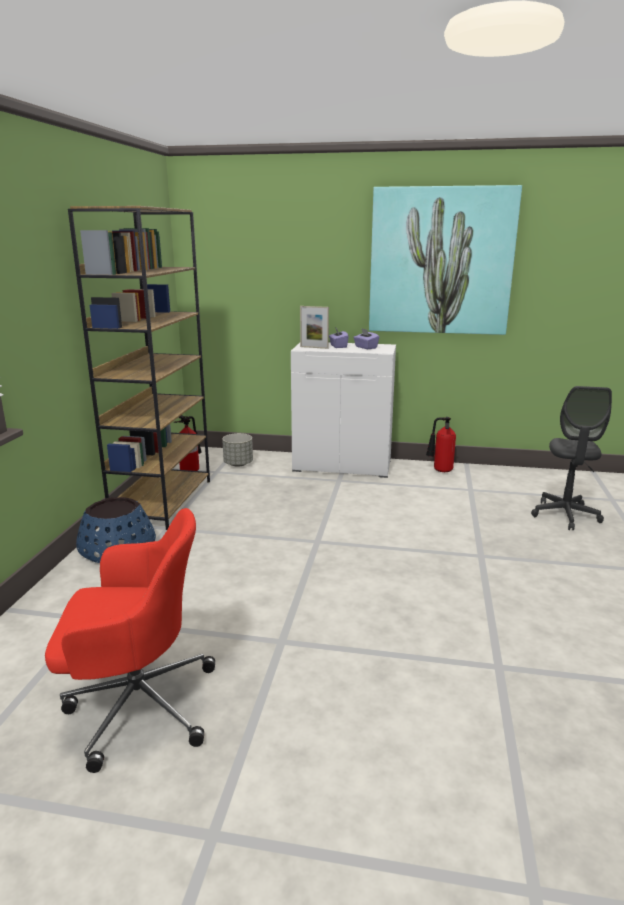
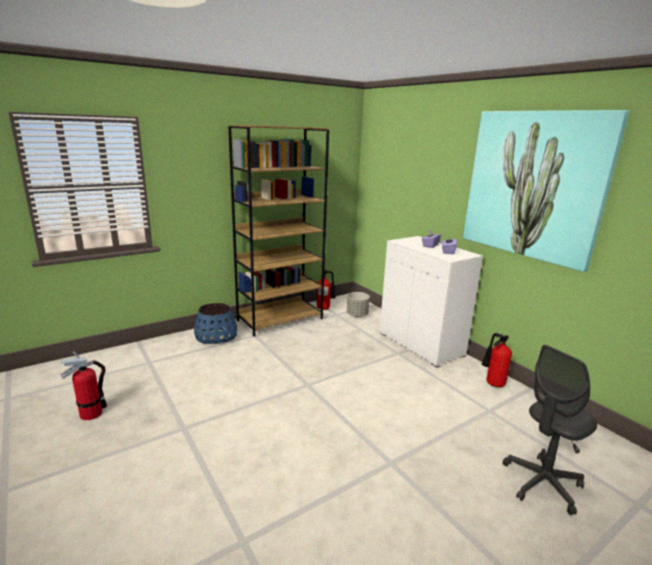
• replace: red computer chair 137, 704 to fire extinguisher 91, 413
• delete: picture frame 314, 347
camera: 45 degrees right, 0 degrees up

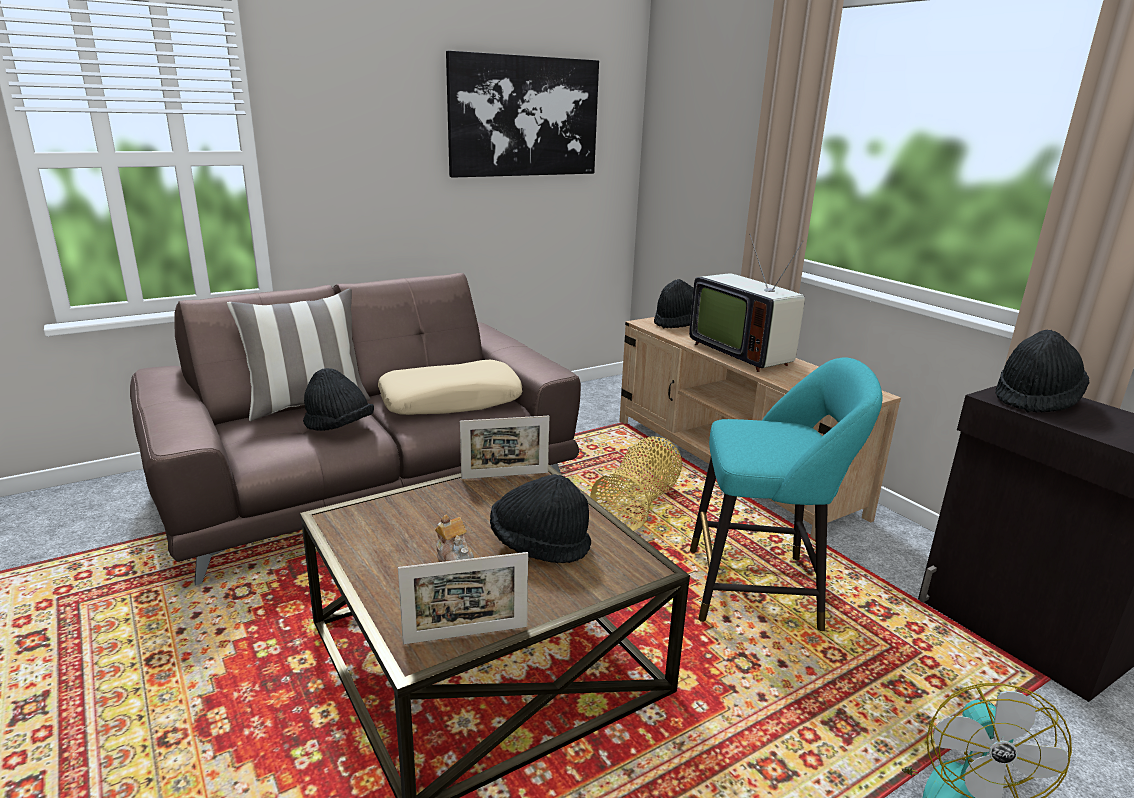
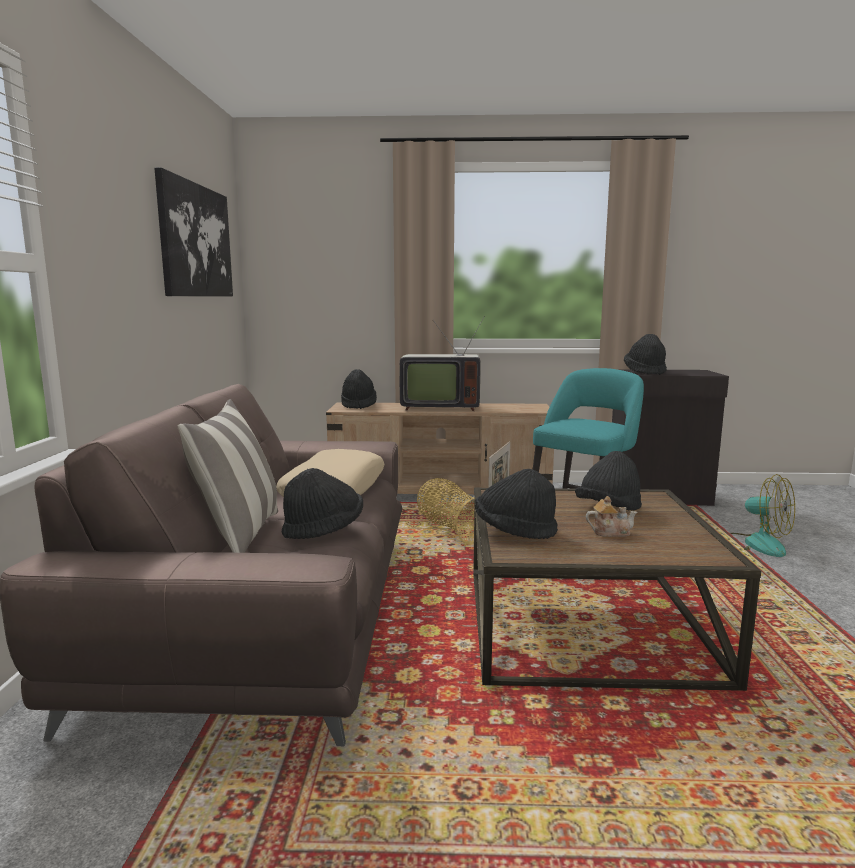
• delete: picture frame 466, 635
• insert: blackish wearable hat 515, 531
camera: 55 degrees left, 10 degrees down

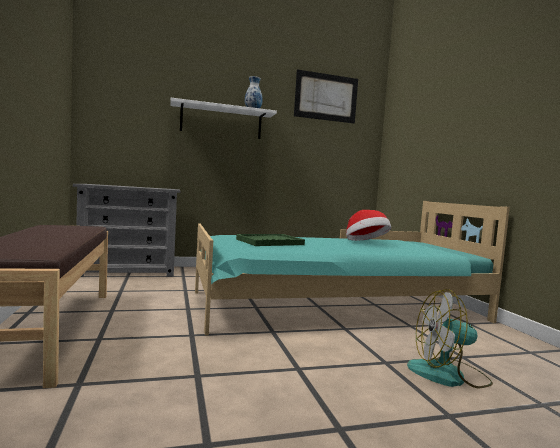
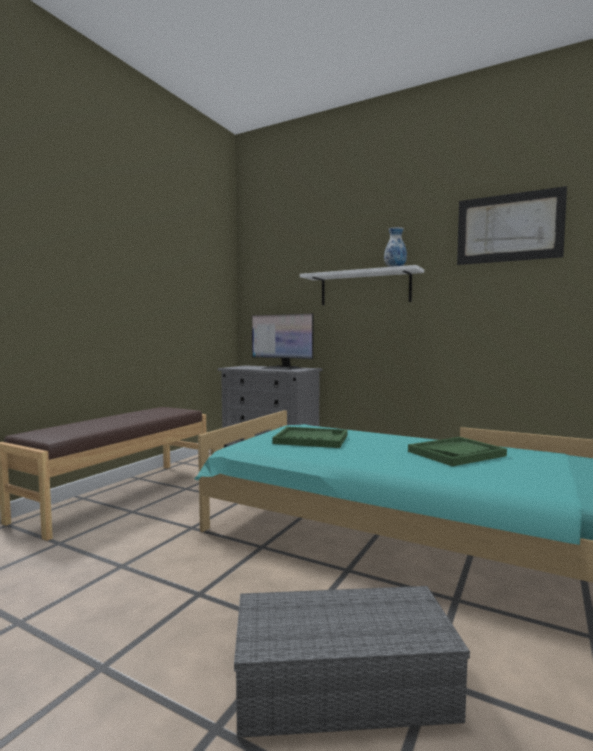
• replace: wearable hat 366, 243 to green-coloured serving tray 456, 453
• replace: cooling fan 448, 375 to greyish storage bin 340, 687
• insert: computer display 282, 368
camera: 45 degrees right, 0 degrees up

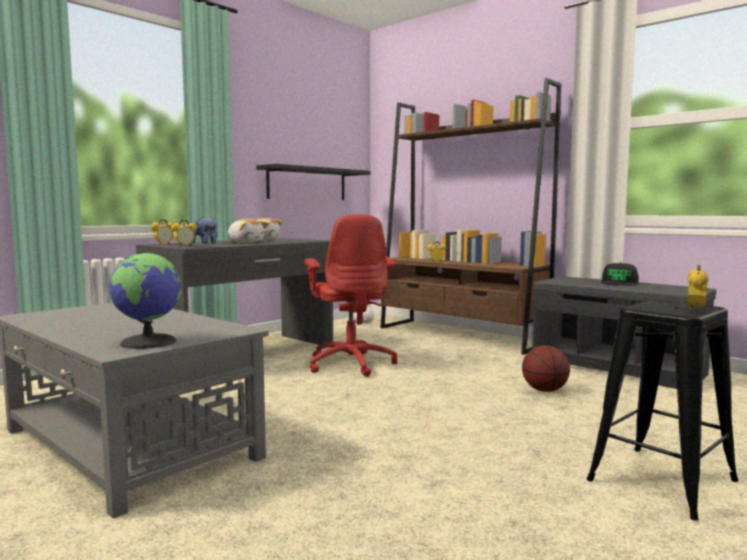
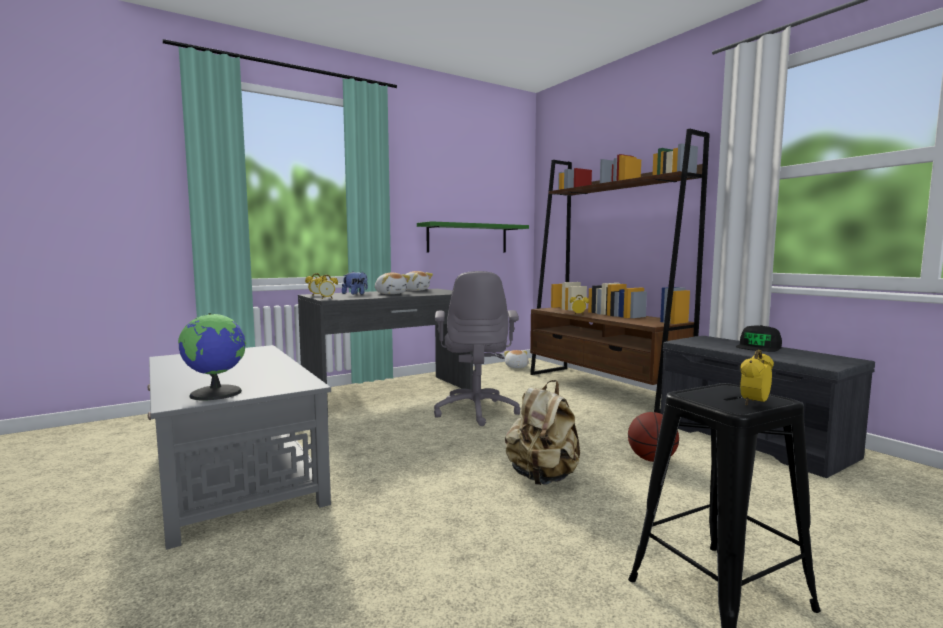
• recolor: blackish shelf 307, 184 to green-coloured shelf 467, 238
• recolor: red computer chair 351, 364 to greyish computer chair 476, 411
• insert: sand-coloured rucksack 542, 478
camera: 15 degrees right, 0 degrees up

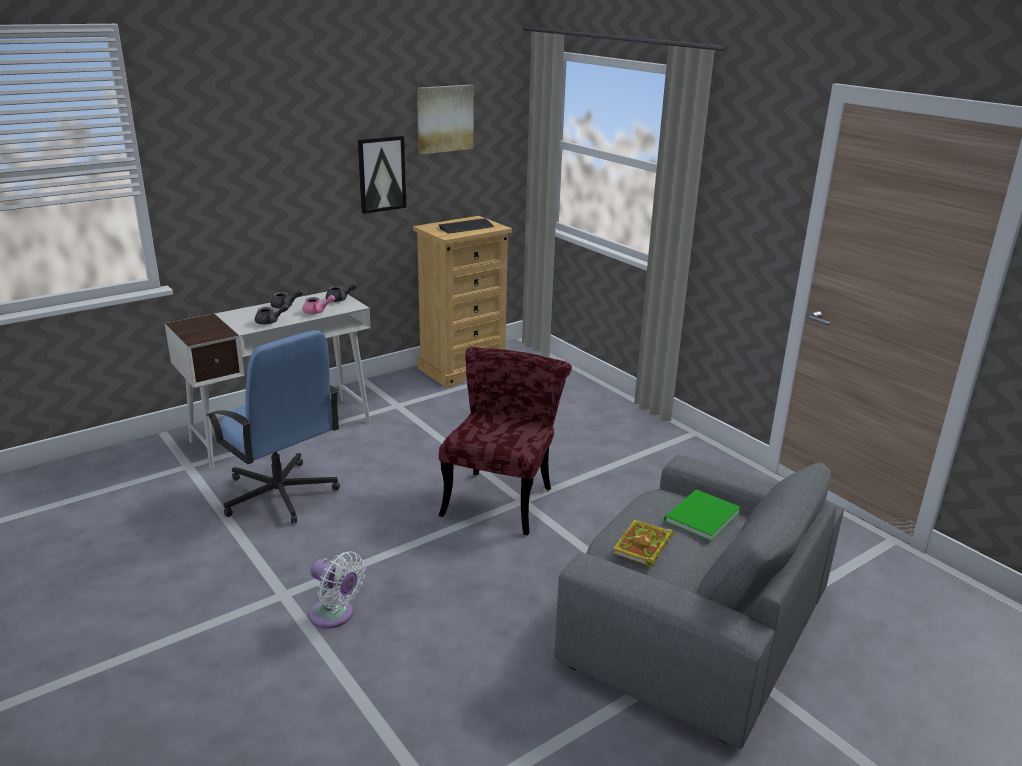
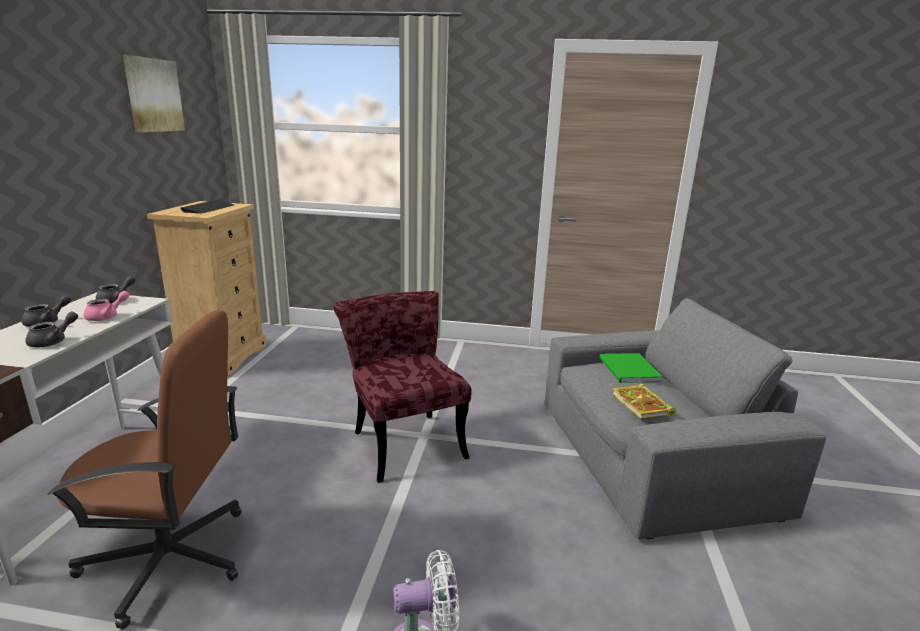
• recolor: blue-coloured computer chair 280, 495 to brownish computer chair 170, 559
• delete: picture 381, 174
camera: 45 degrees left, 5 degrees down

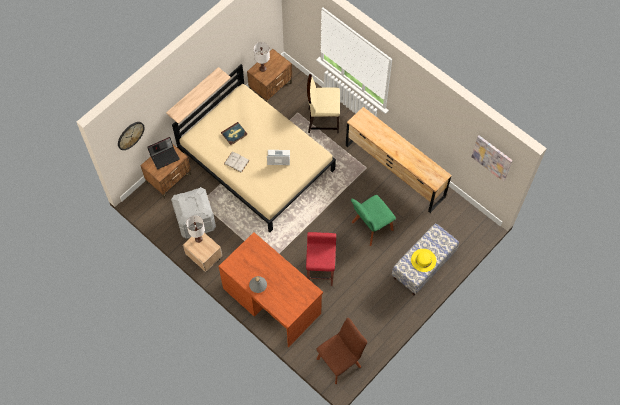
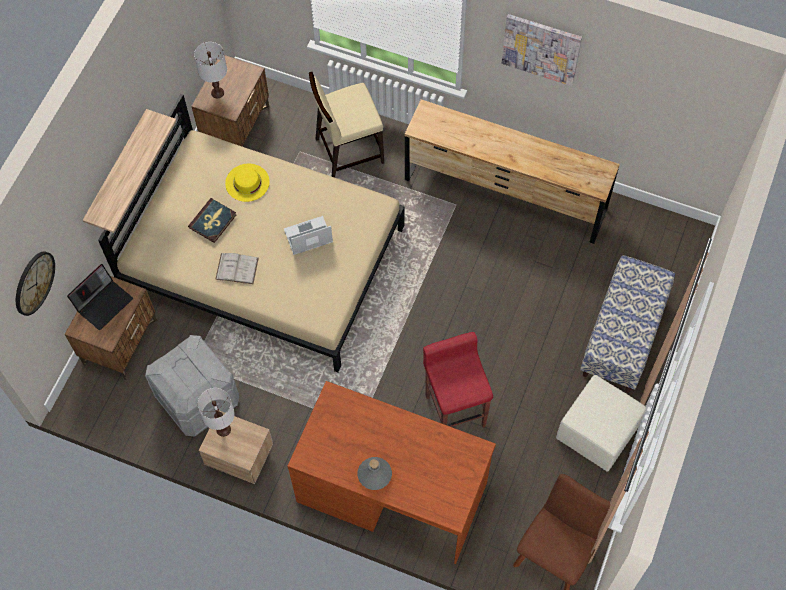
• delete: green-coloured upright chair 370, 227
• move: yellowish wearable hat 423, 260 to 247, 182
• move: picture 492, 157 to 541, 48
• insert: sand-coloured ottoman 597, 433
camera: 20 degrees left, 0 degrees up

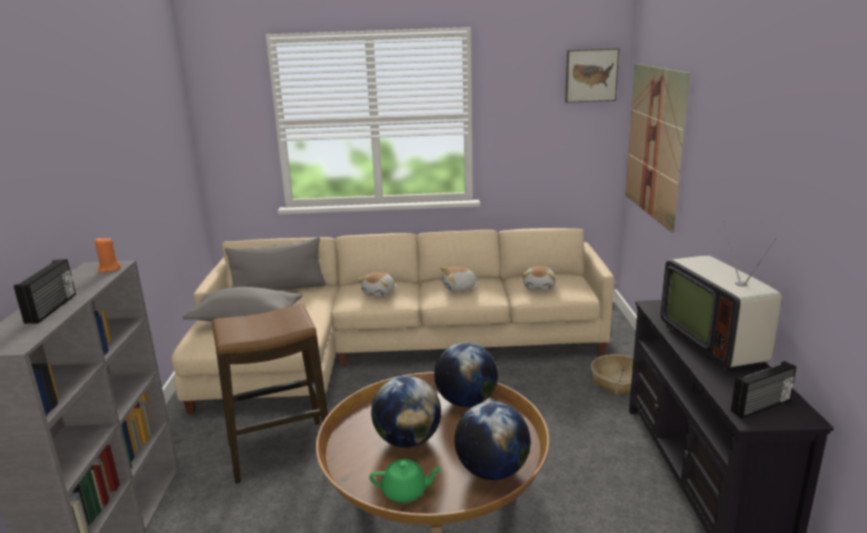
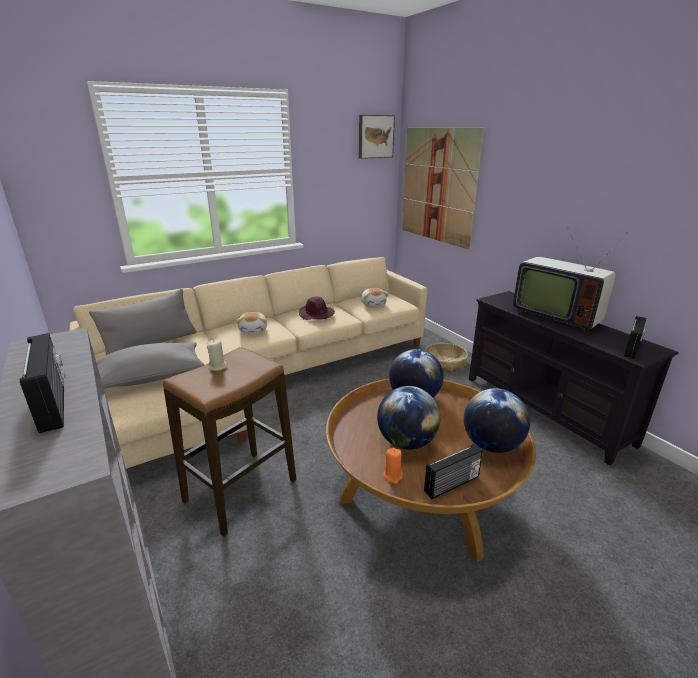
• move: orange wax light 109, 269 to 393, 476
• replace: green-coloured pot for tea 405, 492 to radio 452, 485
• replace: cuddly toy 459, 288 to purple-coloured wearable hat 316, 315
• insert: sand-coloured wax light 218, 367
camera: 30 degrees left, 5 degrees up

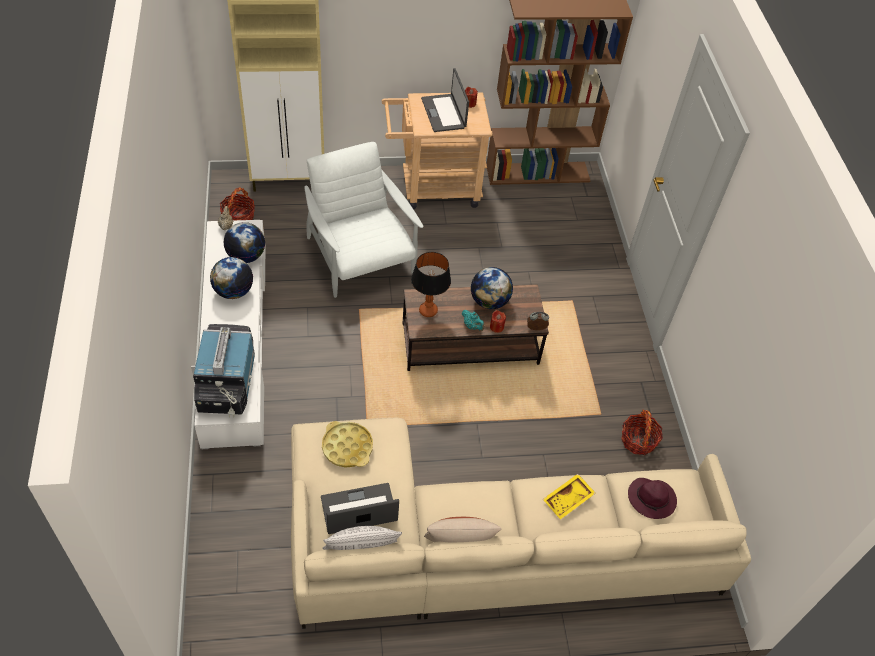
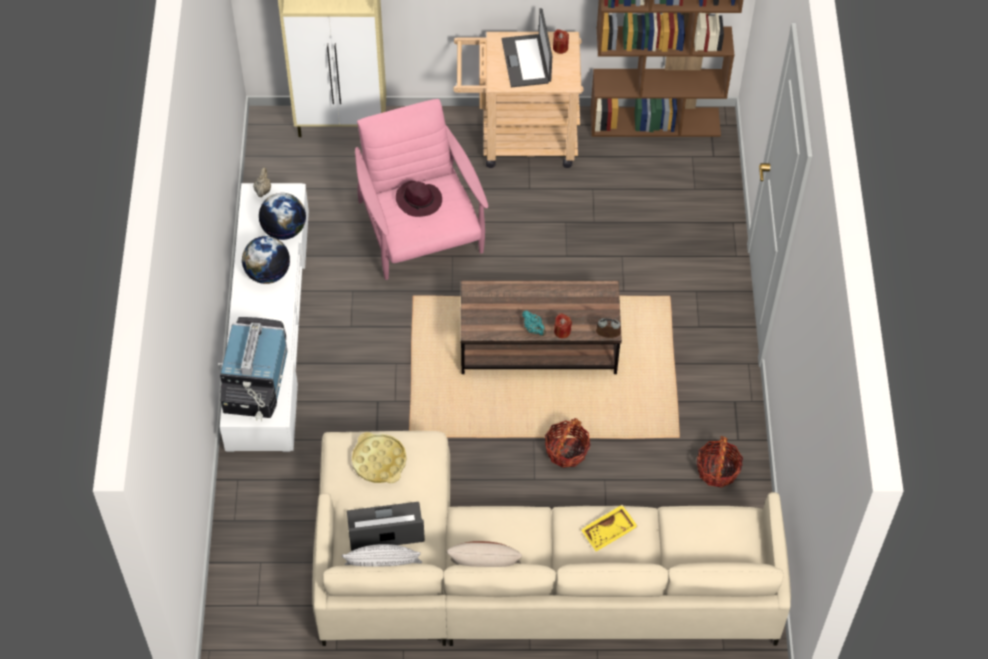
• move: household basket 238, 217 to 566, 451
• recolor: white-coloured easy chair 360, 258 to pink easy chair 420, 231
• delete: table lamp 428, 311
• delete: world globe 489, 301
• move: purple-coloured wearable hat 652, 499 to 419, 201
camera: 10 degrees right, 5 degrees up

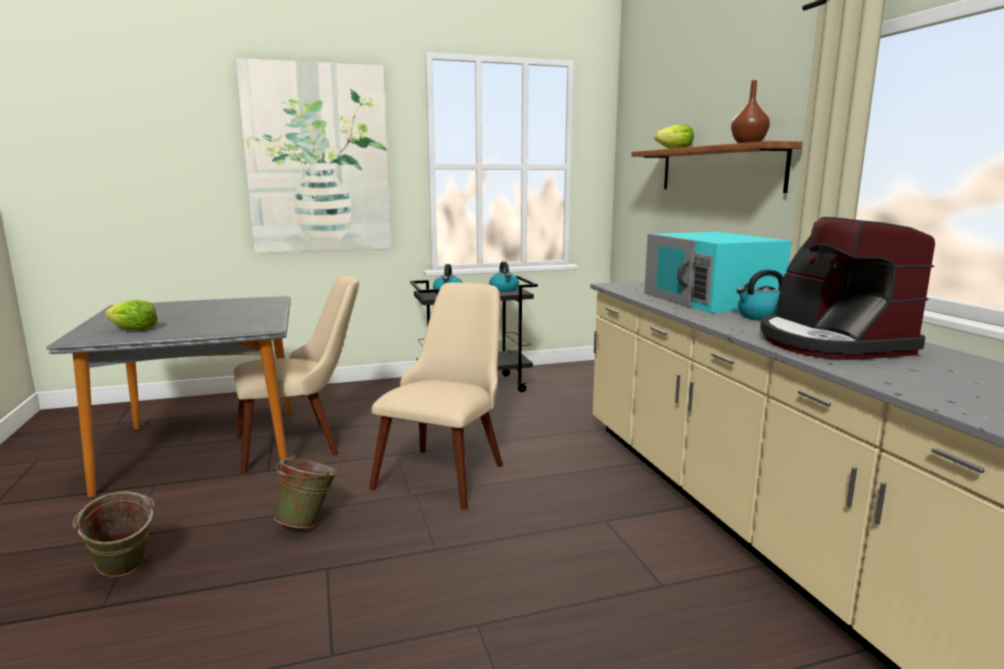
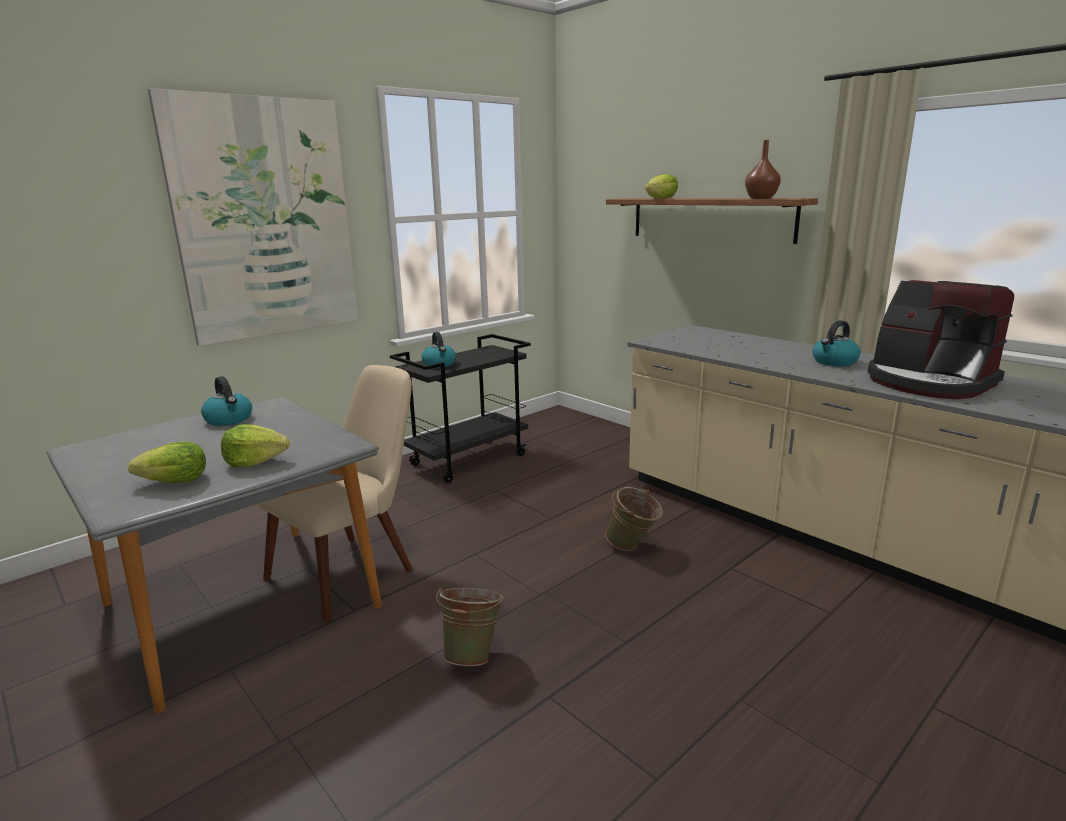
• move: green-coloured pail 124, 573 to 633, 547
• delete: sand-coloured upright chair 447, 469
• move: water kettle 504, 289 to 229, 420
• delete: turquoise kitchen microwave 711, 300
• insert: lettuce 255, 461
camera: 25 degrees left, 5 degrees up

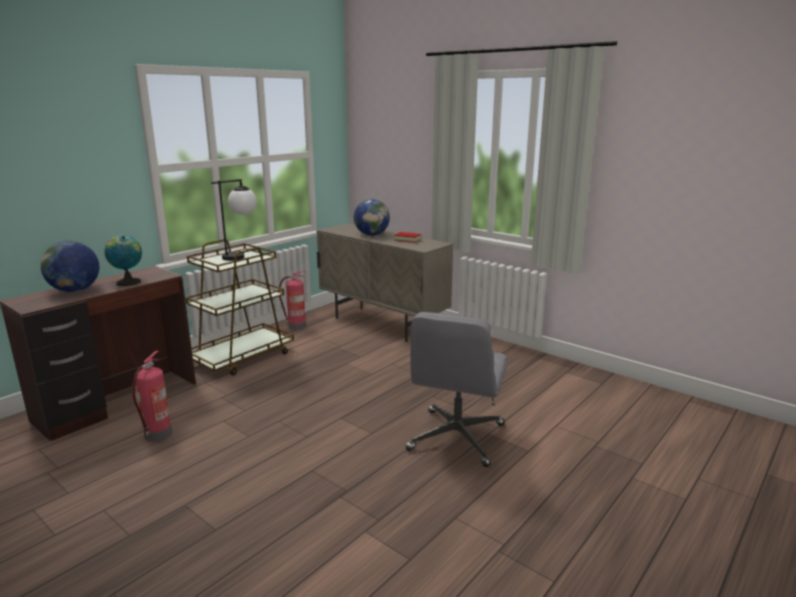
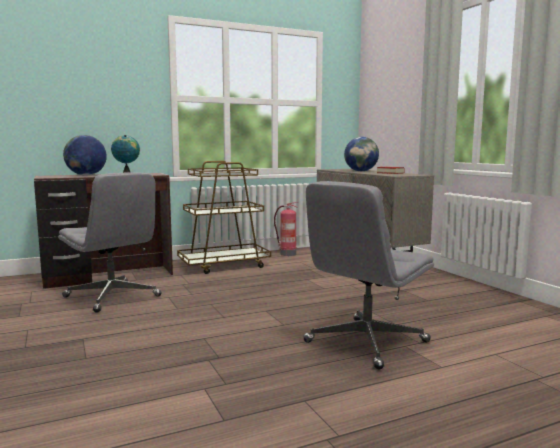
• replace: fire extinguisher 157, 435 to greyish computer chair 113, 297
• delete: table lamp 241, 256
camera: 25 degrees right, 10 degrees down

